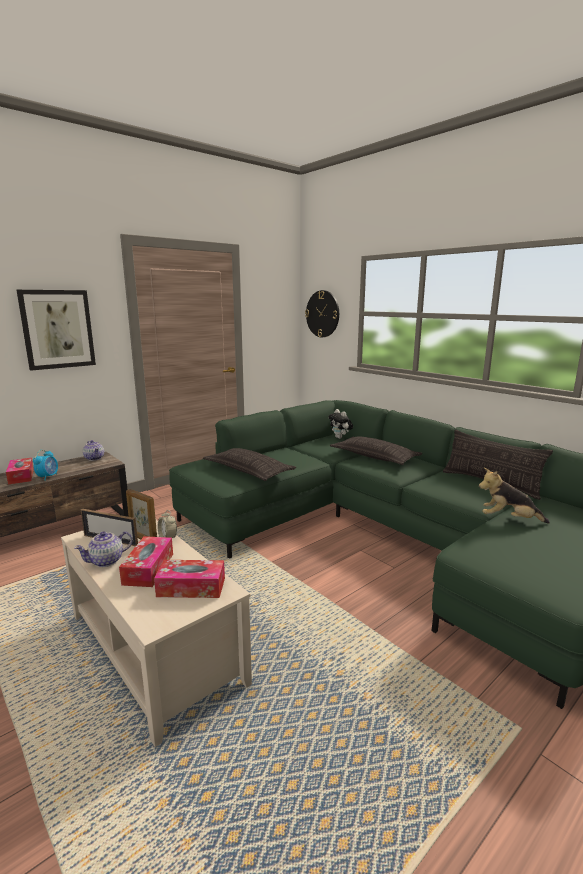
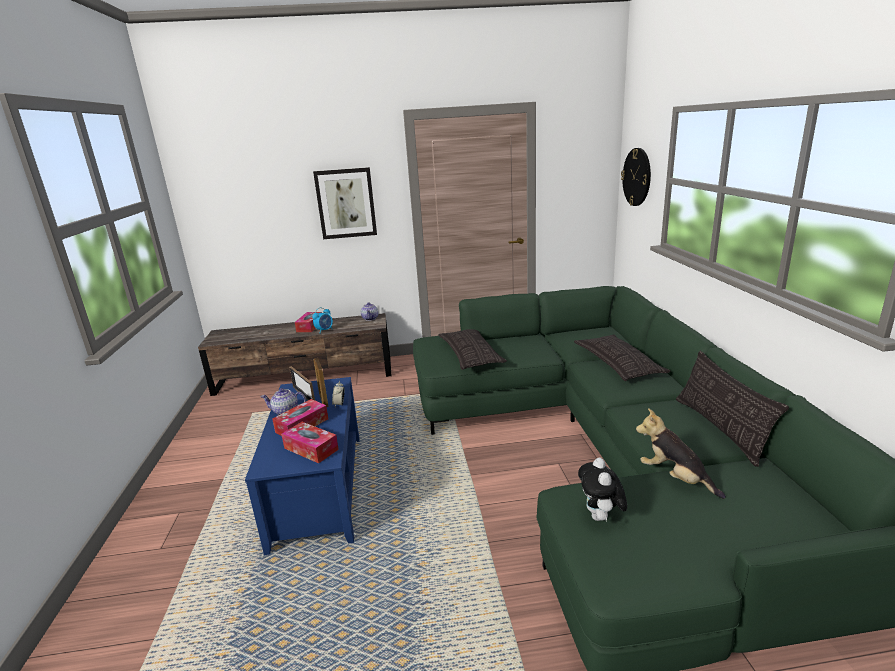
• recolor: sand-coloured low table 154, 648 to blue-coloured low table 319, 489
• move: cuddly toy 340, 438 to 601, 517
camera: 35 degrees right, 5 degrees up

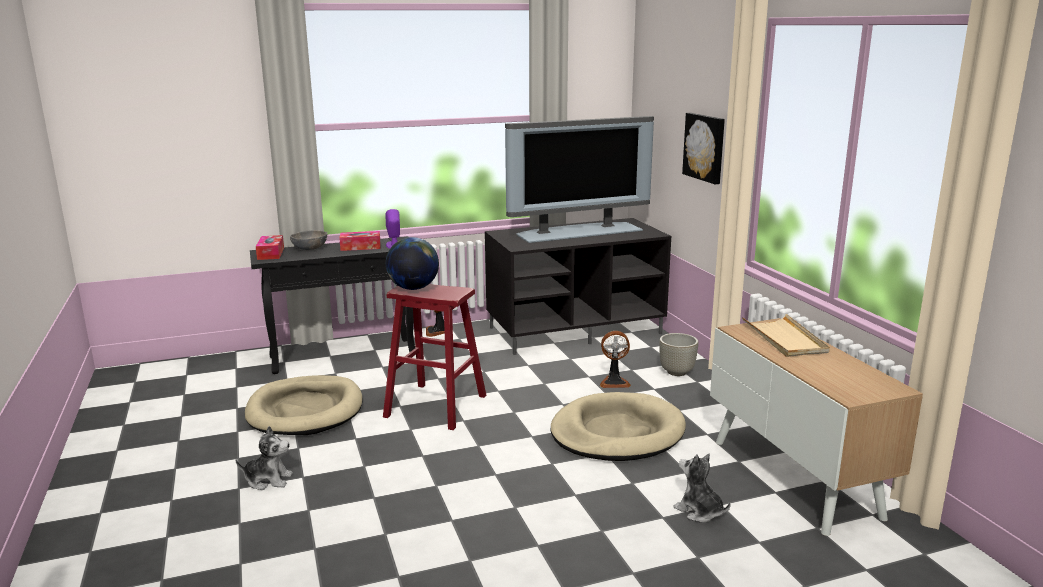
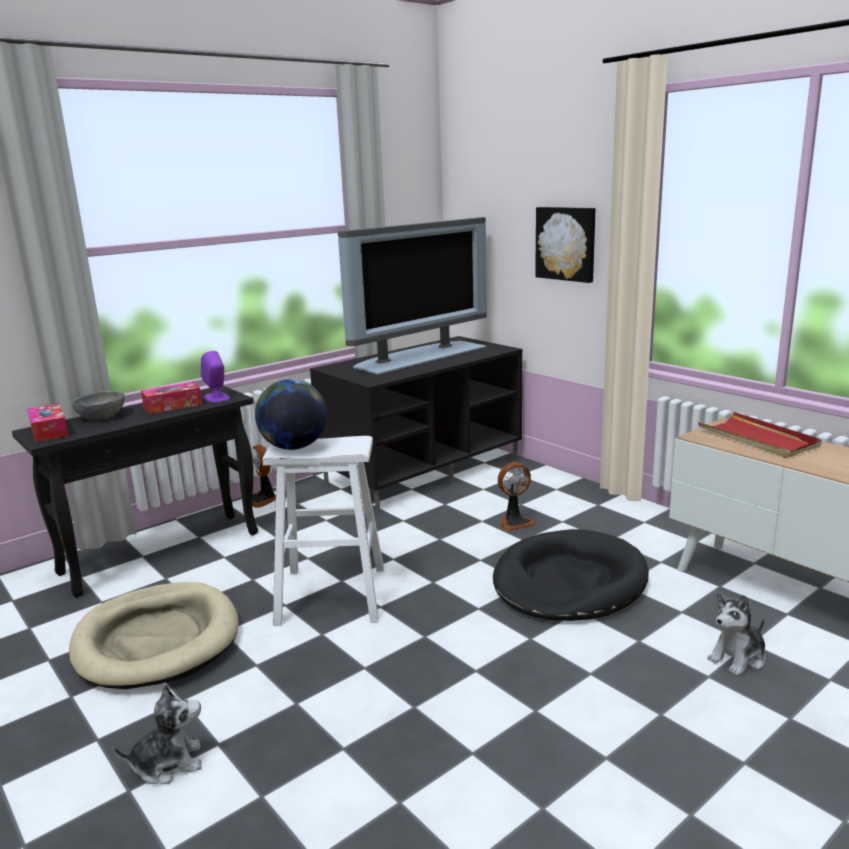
• recolor: red sitting stool 436, 406 to white-coloured sitting stool 332, 595
• recolor: sand-coloured dog cushion 617, 433 to blackish dog cushion 569, 582
• delete: greyish planter 676, 372
• rotate: cuddly toy 699, 511 = 738, 658 60 degrees counterclockwise
• recolor: sand-coloured serving tray 784, 339 to red serving tray 758, 439
camera: 20 degrees left, 0 degrees up

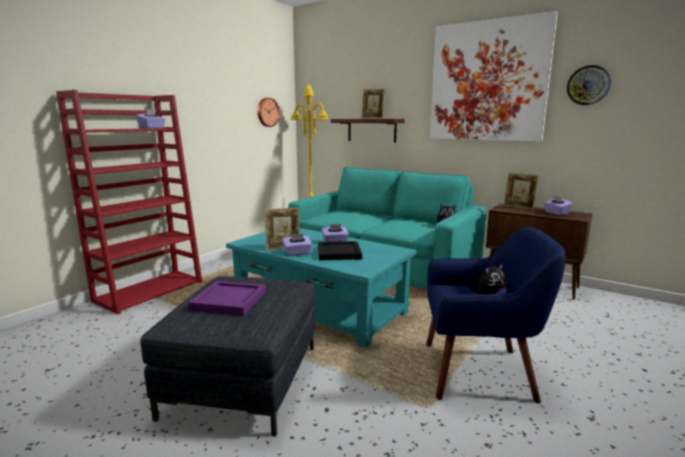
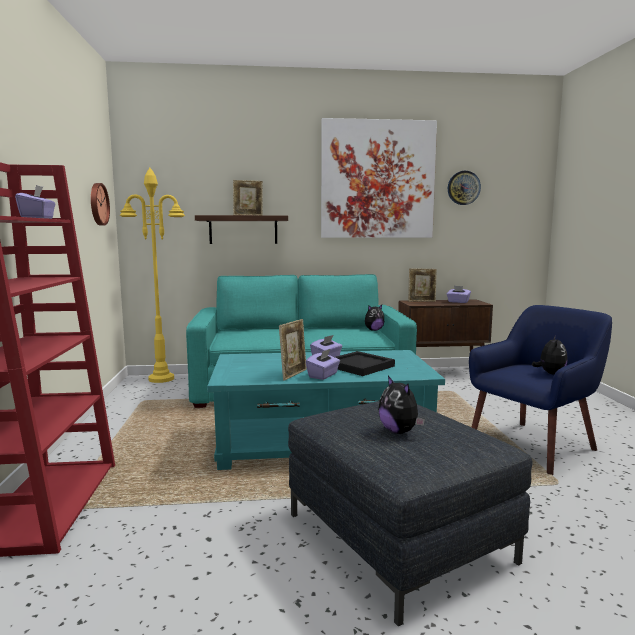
• replace: purple-coloured serving tray 229, 301 to cuddly toy 399, 431
camera: 40 degrees left, 5 degrees down

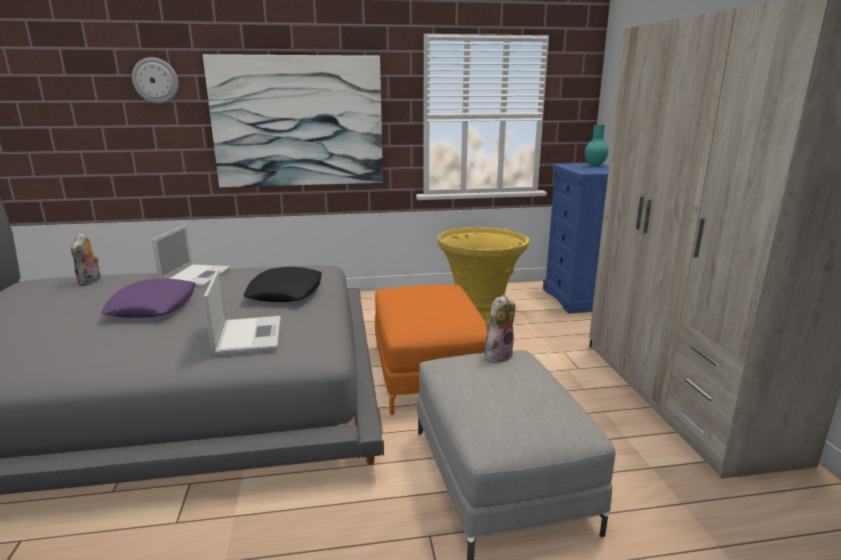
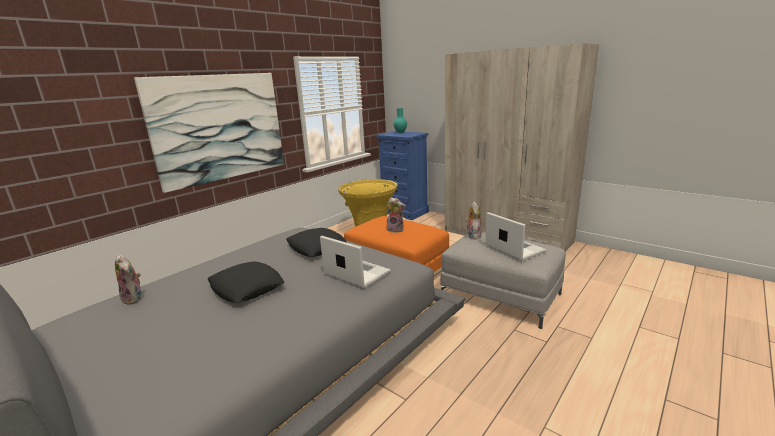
• recolor: purple-coloured throw pillow 153, 306 to blackish throw pillow 246, 288
• delete: wall clock 155, 80
• move: laptop 196, 276 to 513, 248
• insert: cuddly toy 396, 229
camera: 40 degrees left, 0 degrees up

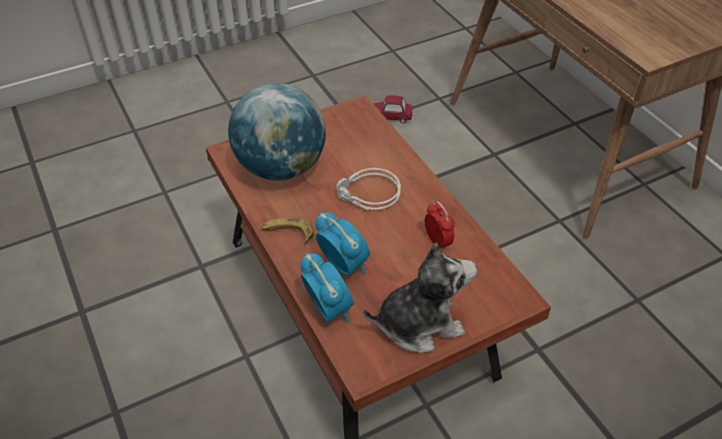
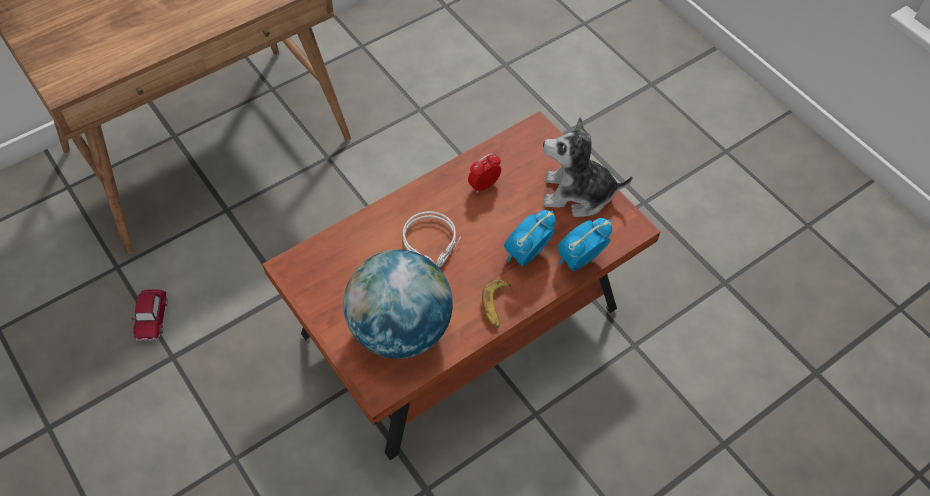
• rotate: cuddly toy 419, 323 = 577, 194 60 degrees counterclockwise
camera: 100 degrees left, 10 degrees up

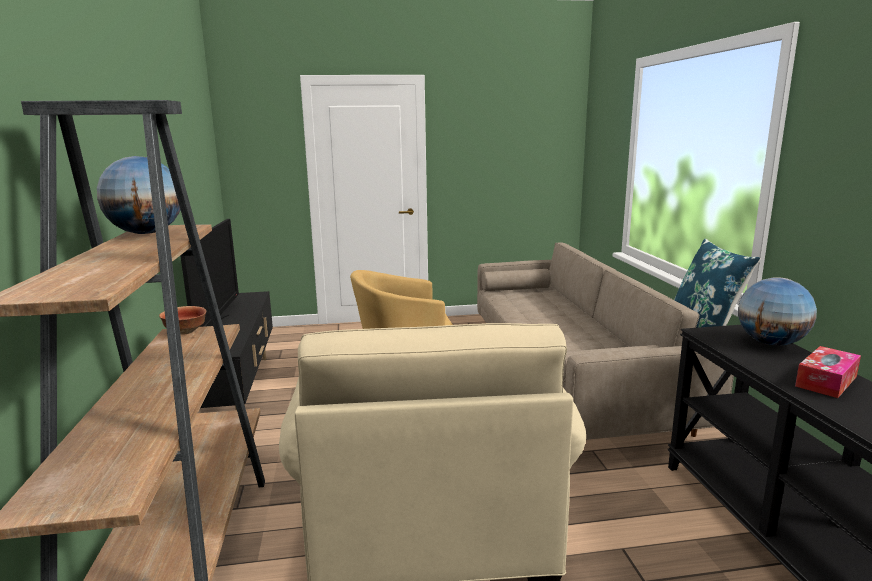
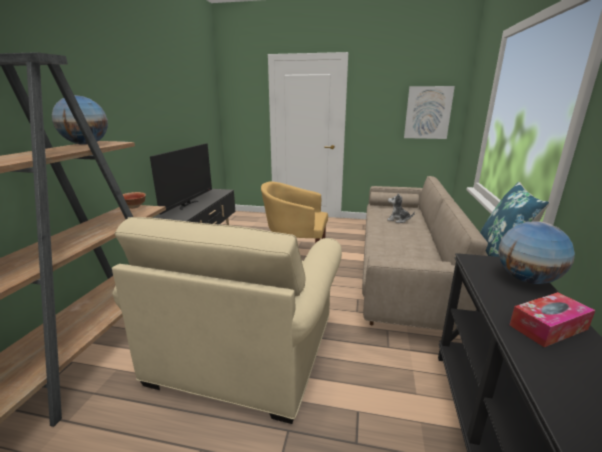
• insert: cuddly toy 398, 220
• insert: picture 428, 112
camera: 20 degrees right, 5 degrees up

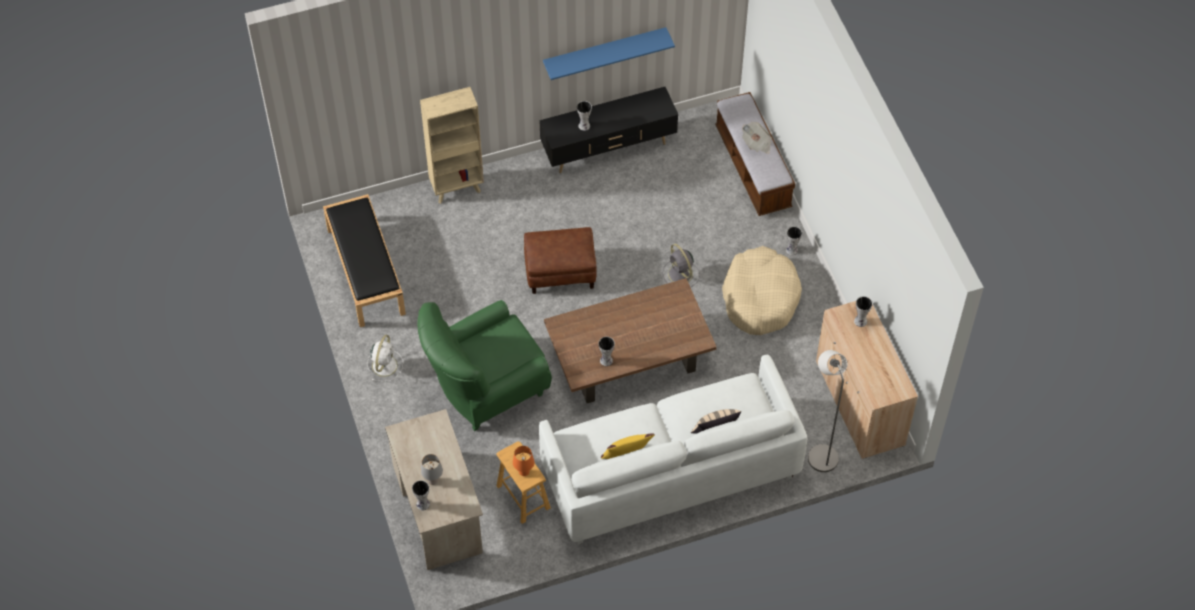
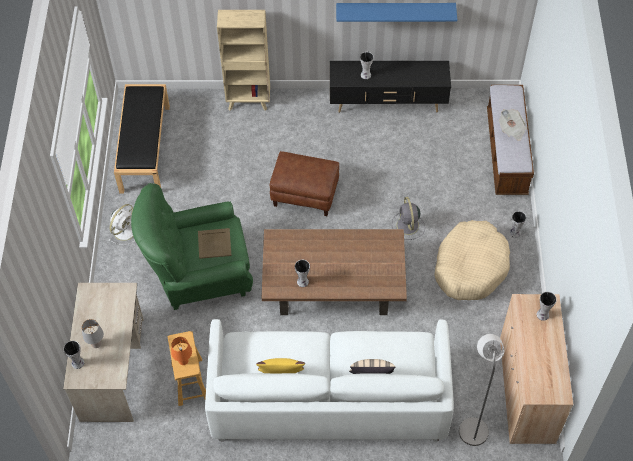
• insert: sand-coloured serving tray 214, 243
camera: 20 degrees right, 0 degrees up

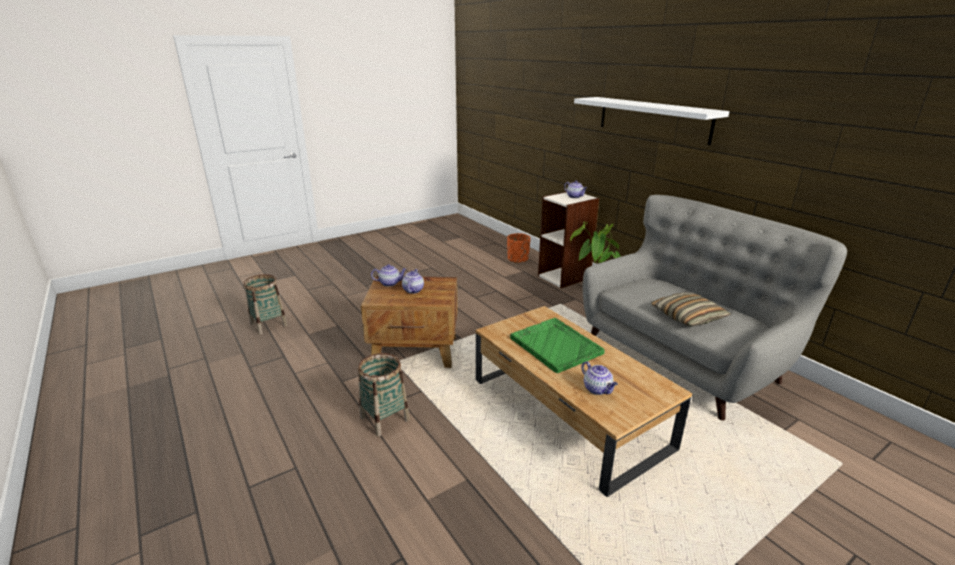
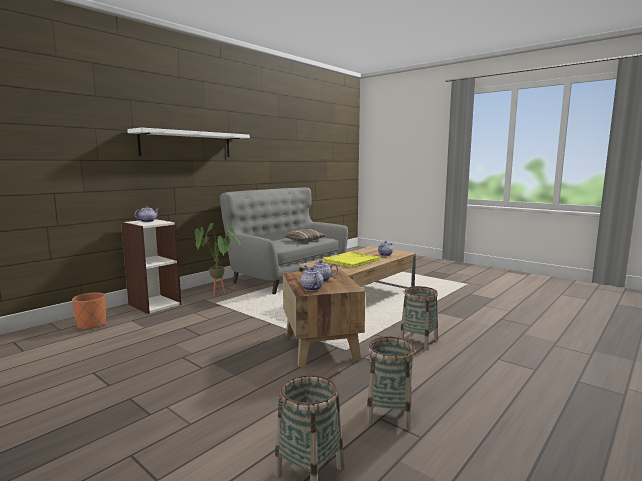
• recolor: green-coloured serving tray 555, 345 to yellowish serving tray 351, 261
• insert: household basket 389, 414
camera: 105 degrees left, 15 degrees down

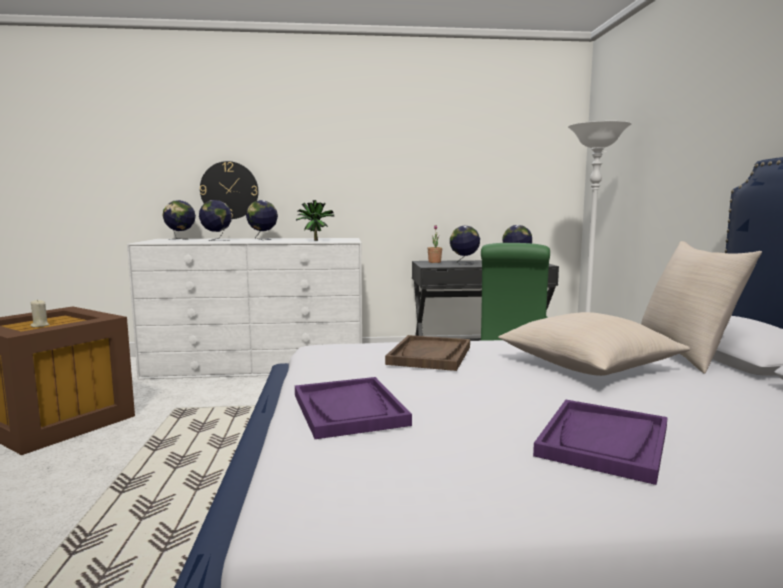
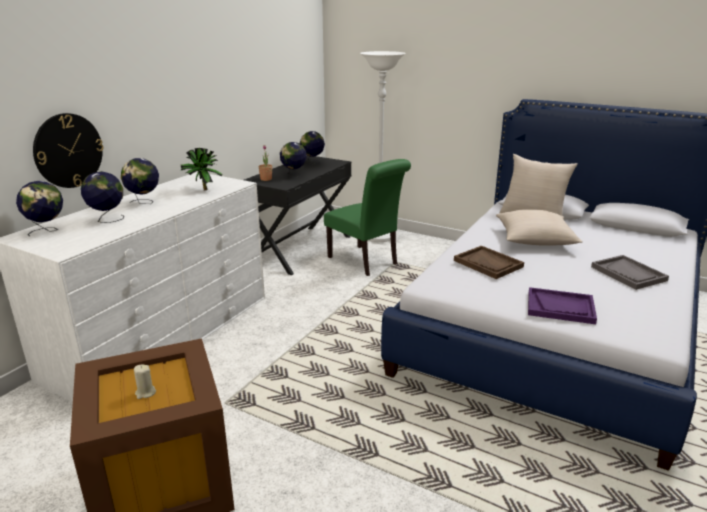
• recolor: purple-coloured serving tray 604, 442 to greyish serving tray 628, 273
camera: 55 degrees left, 15 degrees up

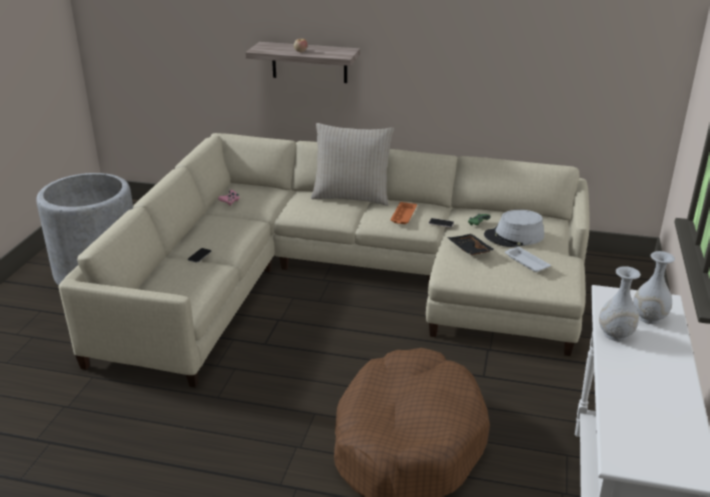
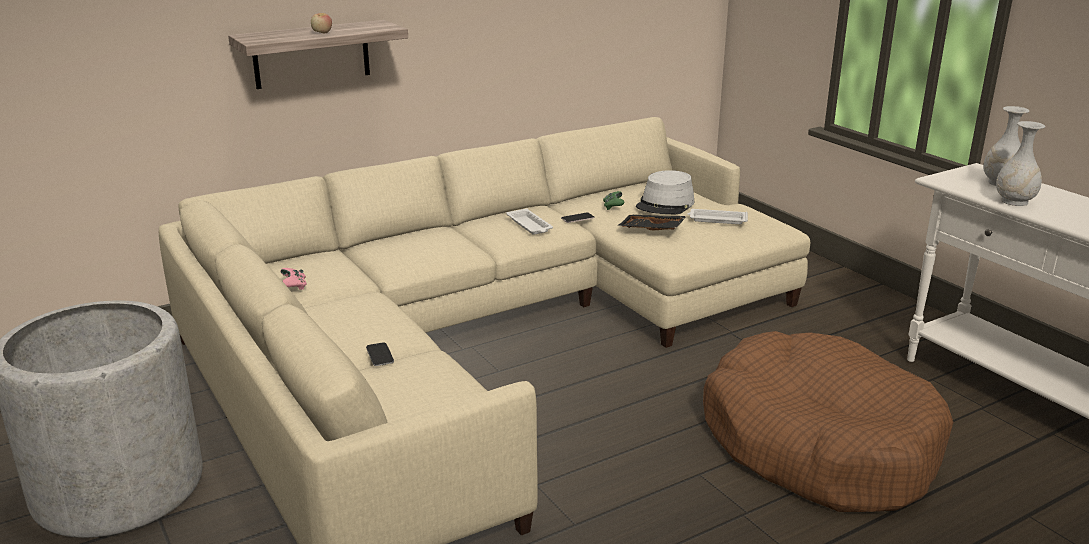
• delete: sand-coloured throw pillow 352, 196
• recolor: orange serving tray 403, 216 to white-coloured serving tray 530, 225
camera: 45 degrees left, 5 degrees down

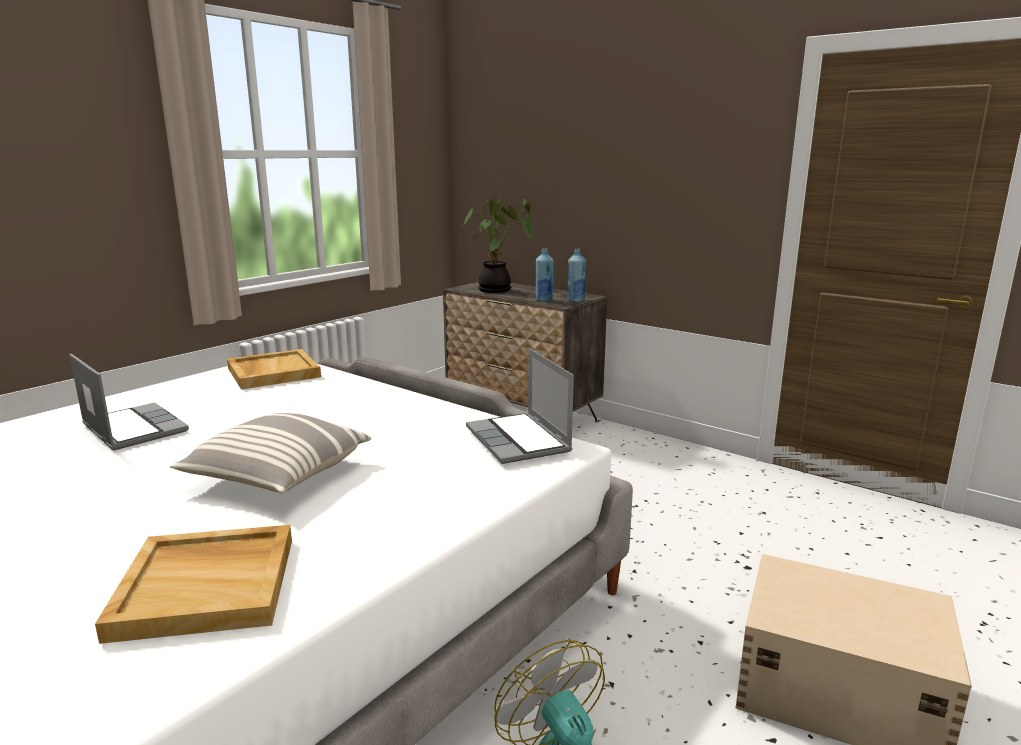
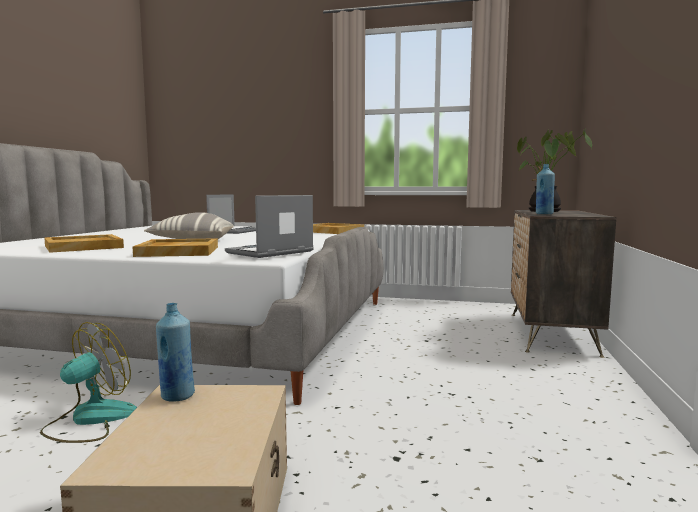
• move: blue-coloured drink bottle 575, 301 to 177, 396
• insert: sand-coloured serving tray 178, 251
camera: 65 degrees right, 10 degrees down

